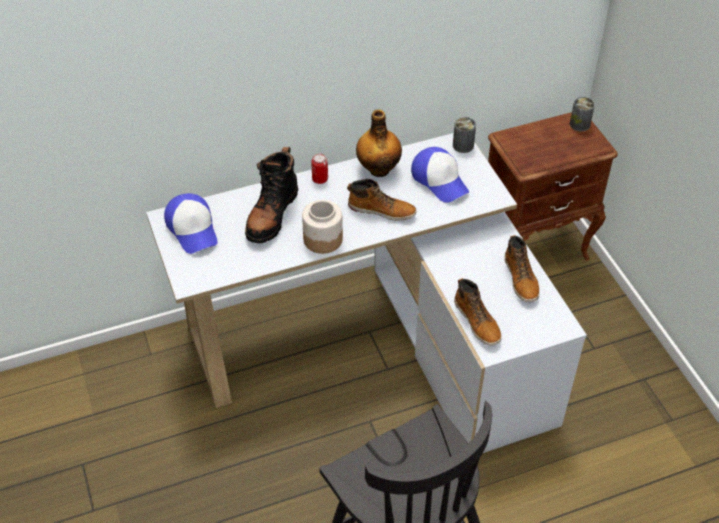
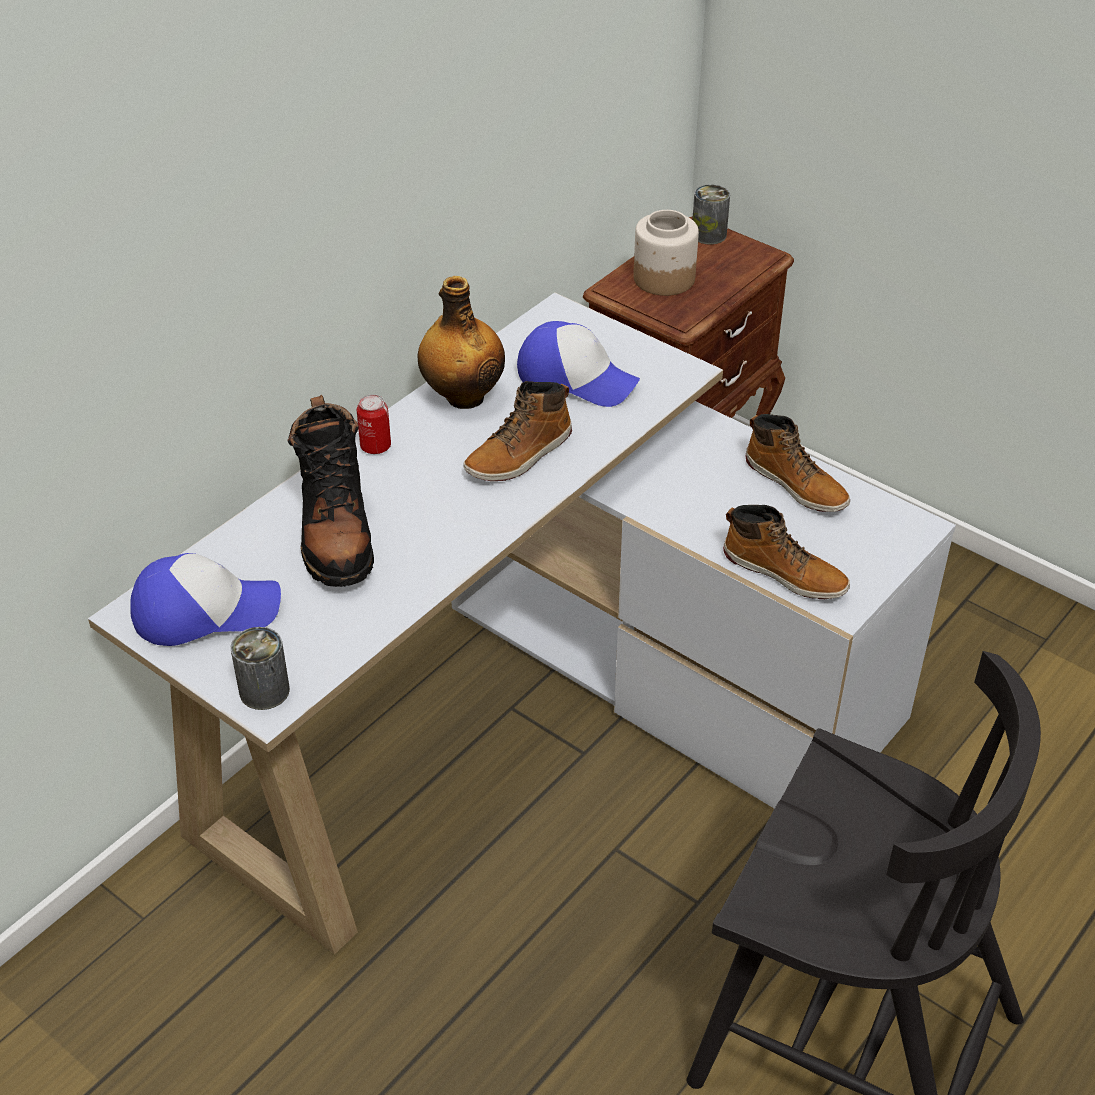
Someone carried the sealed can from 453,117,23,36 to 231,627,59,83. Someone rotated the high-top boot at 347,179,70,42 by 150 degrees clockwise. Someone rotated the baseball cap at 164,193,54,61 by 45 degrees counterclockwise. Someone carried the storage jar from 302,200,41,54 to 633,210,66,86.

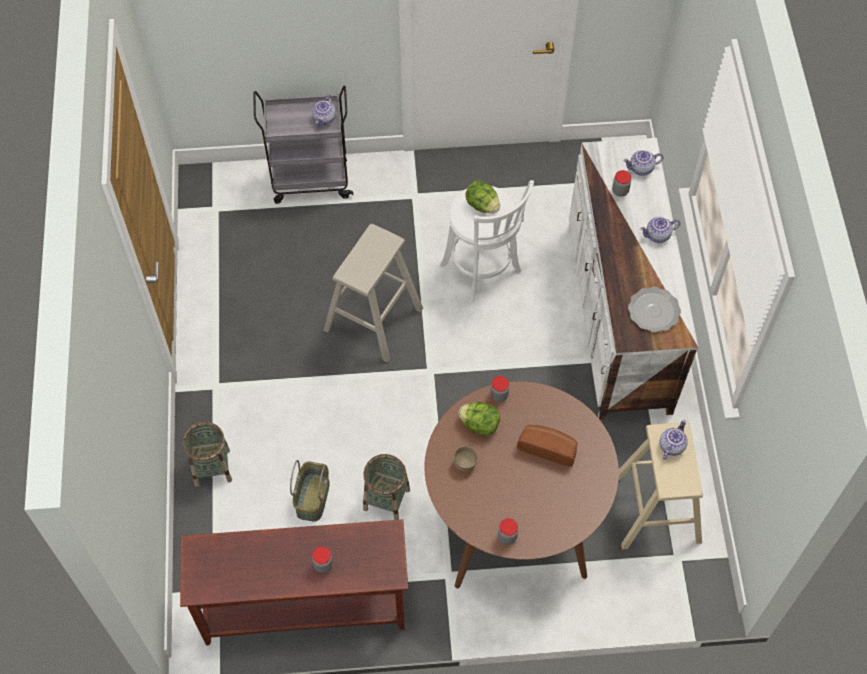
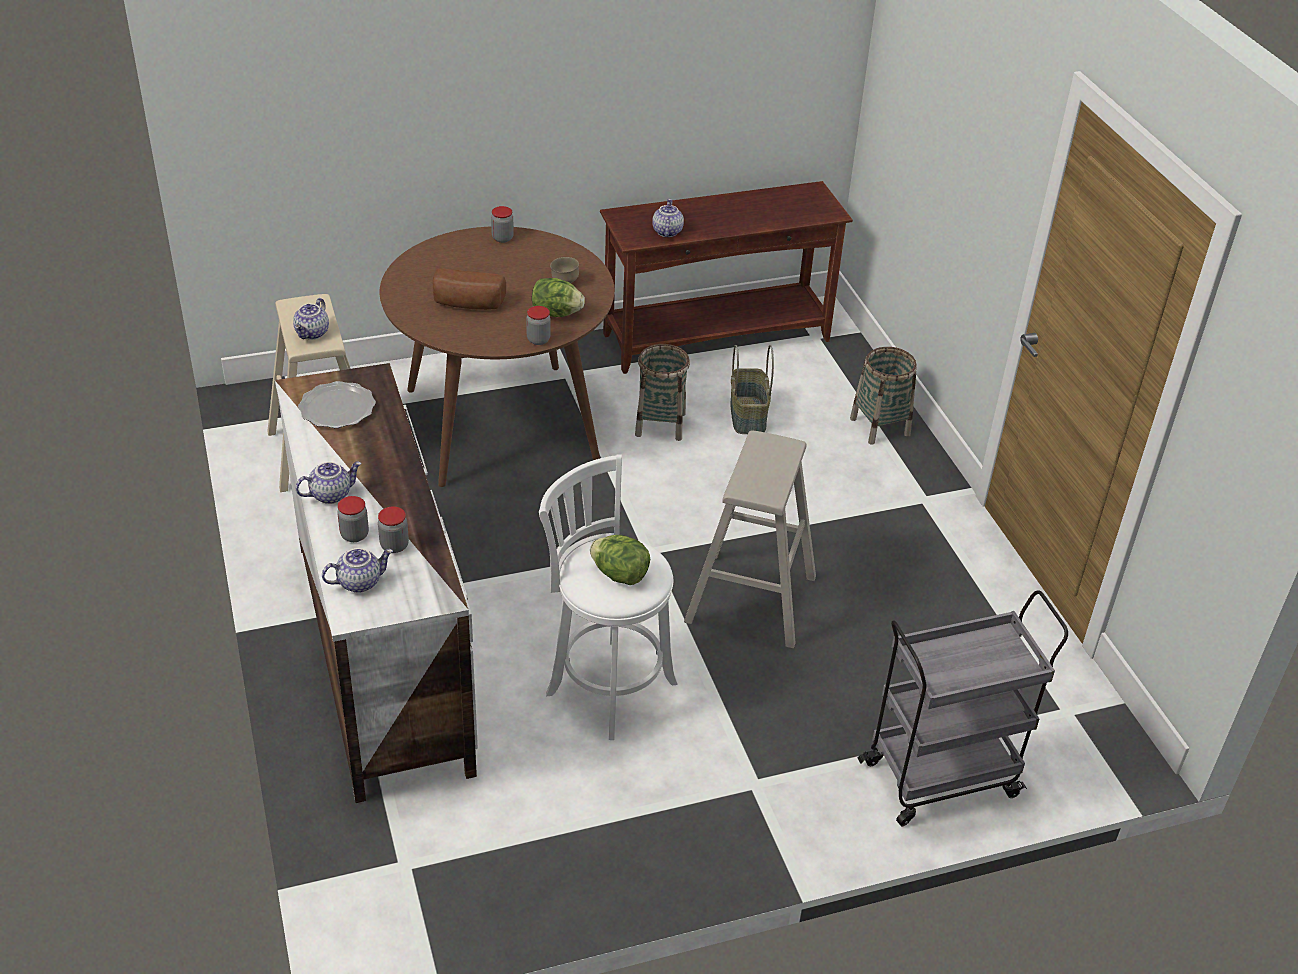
Someone carried the pot for tea from 312,94,24,32 to 652,199,32,38. Someone carried the storage jar from 312,547,21,26 to 337,496,32,46.

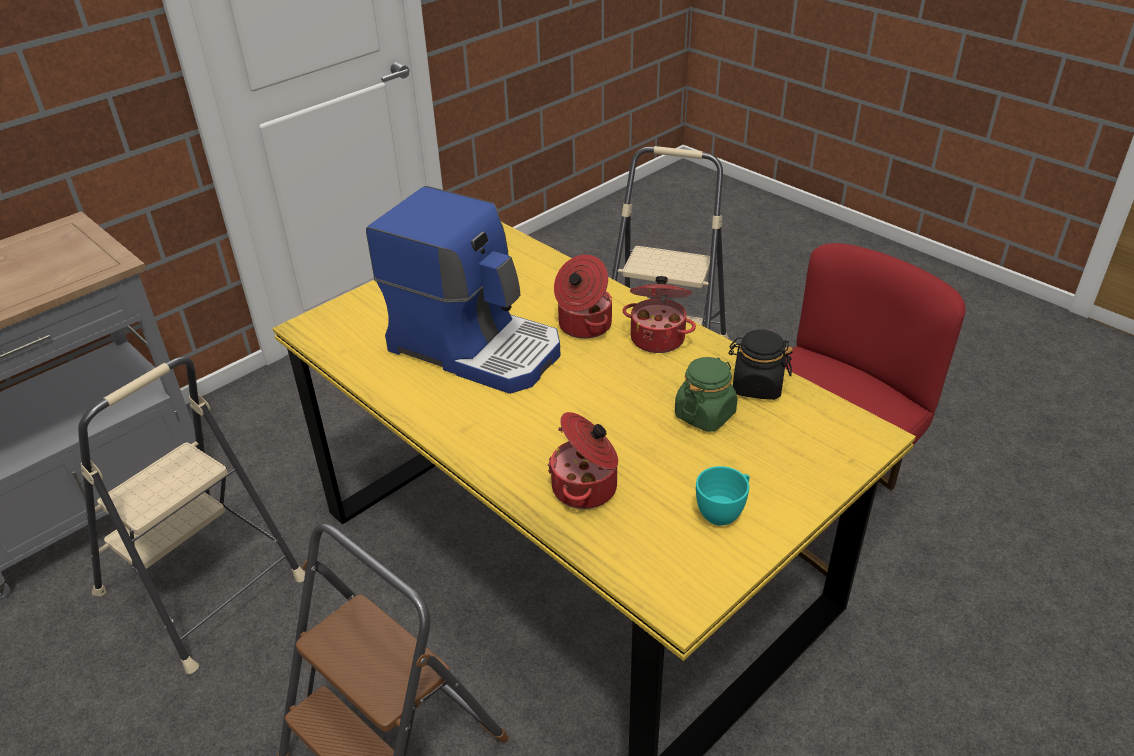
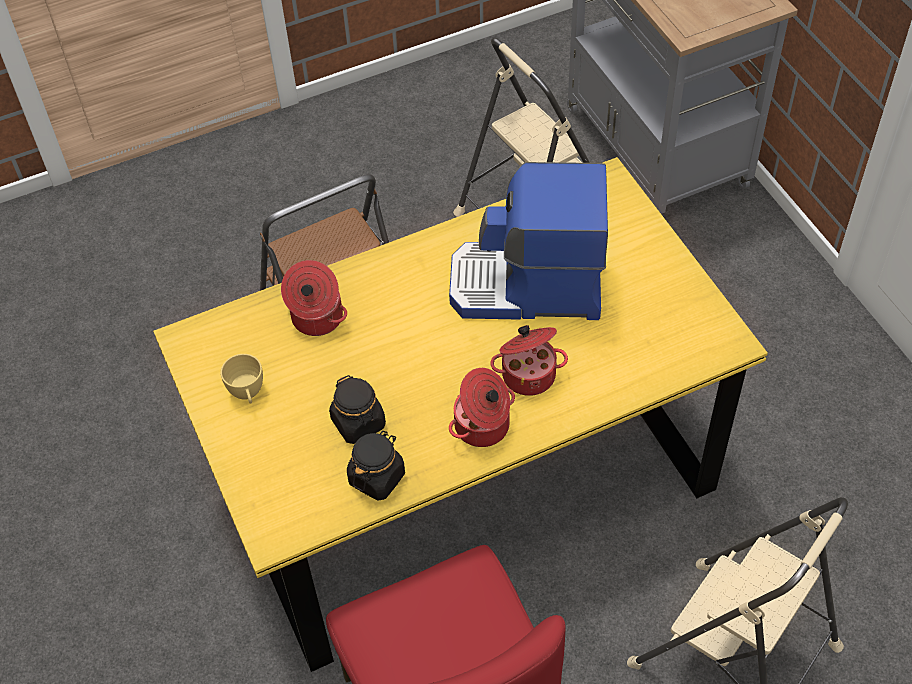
Someone rotated the coffee maker at 366,186,195,208 by 45 degrees clockwise. Someone repainted the green storage jar at 675,357,62,75, which became the black storage jar at 329,375,57,69. Someone repainted the turquoise-coloured small cup at 696,466,54,60, which became the yellow-coloured small cup at 220,354,43,50.

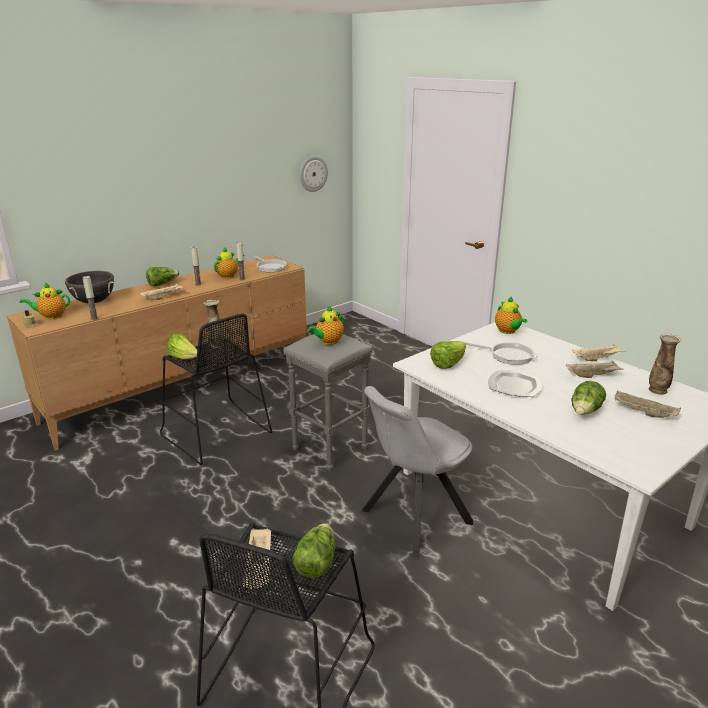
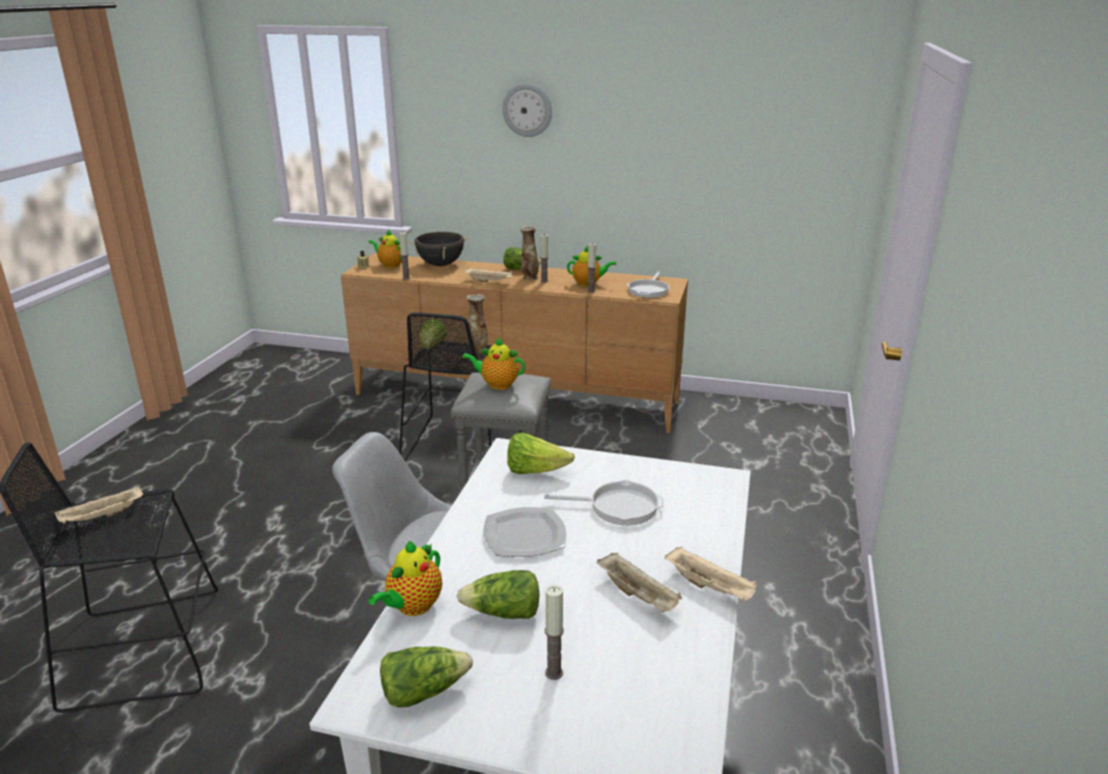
Someone carried the clock on the wall from 300,156,28,36 to 503,83,49,54. Someone carried the pot for tea from 495,296,32,38 to 368,541,74,75. Someone carried the decorative vase from 648,333,33,62 to 520,226,19,54. Someone rotated the skillet at 465,342,72,23 by 75 degrees counterclockwise. Someone swapped the beige carrying tray at 615,391,66,27 for the wax candle at 545,585,19,95. Someone carried the lettuce head from 292,523,44,55 to 380,647,93,61.

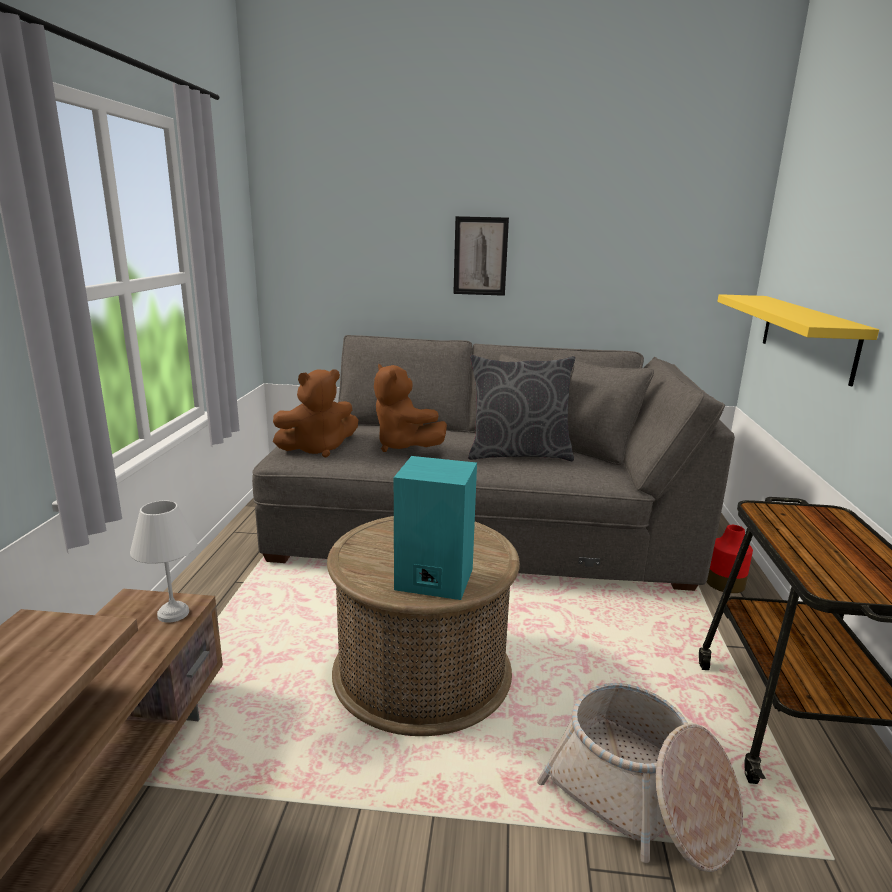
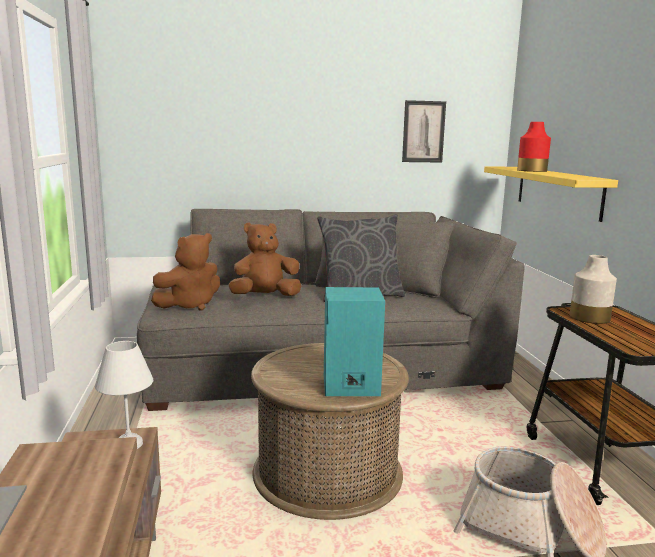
Someone carried the wall picture from 453,216,56,80 to 402,100,44,62. Someone rotated the brown plush toy at 374,364,73,88 by 120 degrees clockwise. Someone carried the red decorative vase from 707,525,46,68 to 517,122,34,50. Someone put down the beige decorative vase at 570,255,47,69.

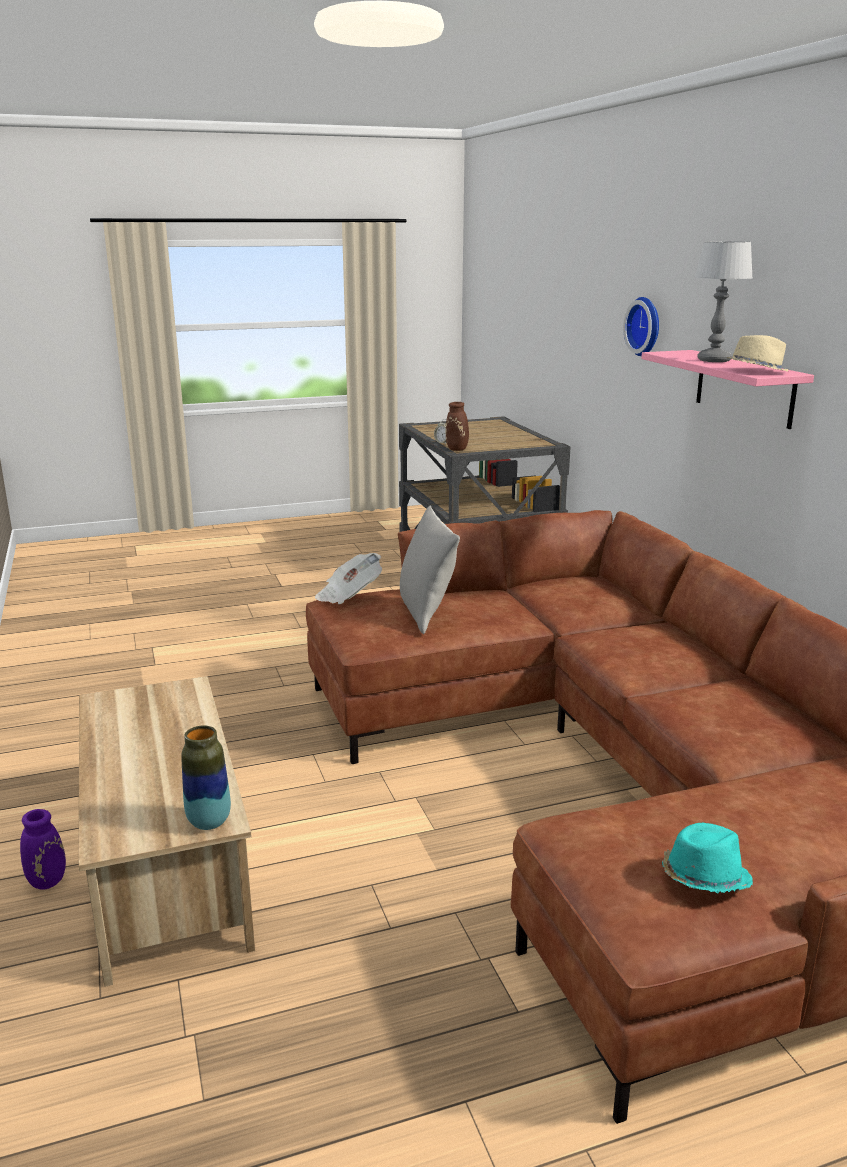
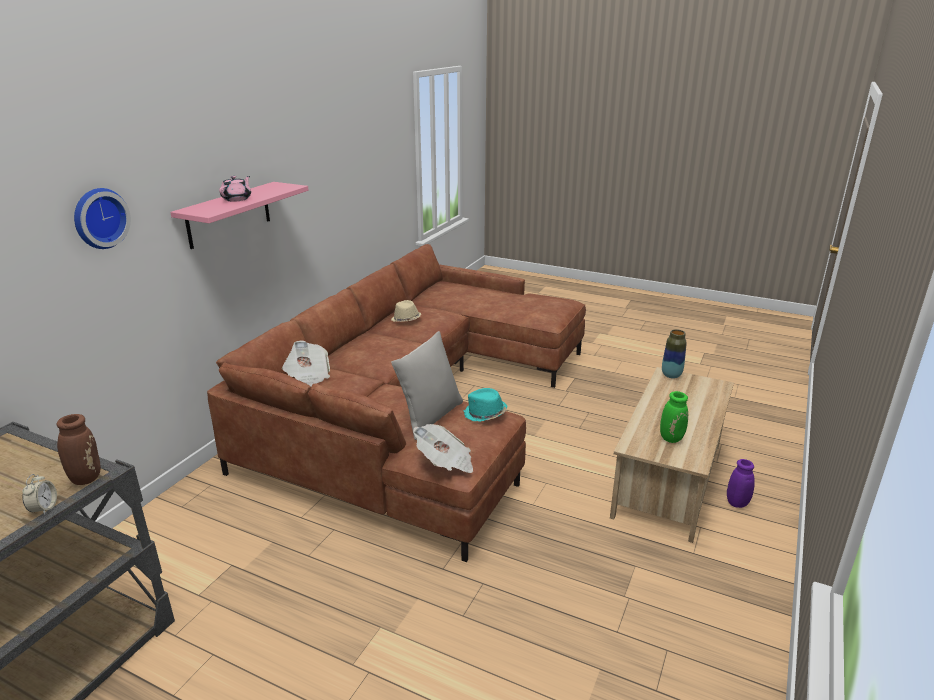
Someone swapped the tabletop lamp at 695,241,58,121 for the pink-coloured pot for tea at 219,176,32,26. Someone carried the beige wearable hat from 727,335,62,36 to 391,300,30,22. Someone carried the turquoise-coloured wearable hat from 662,823,91,70 to 464,388,43,34. Someone put down the newspaper at 282,341,48,45. Someone put down the green decorative vase at 660,391,28,52.

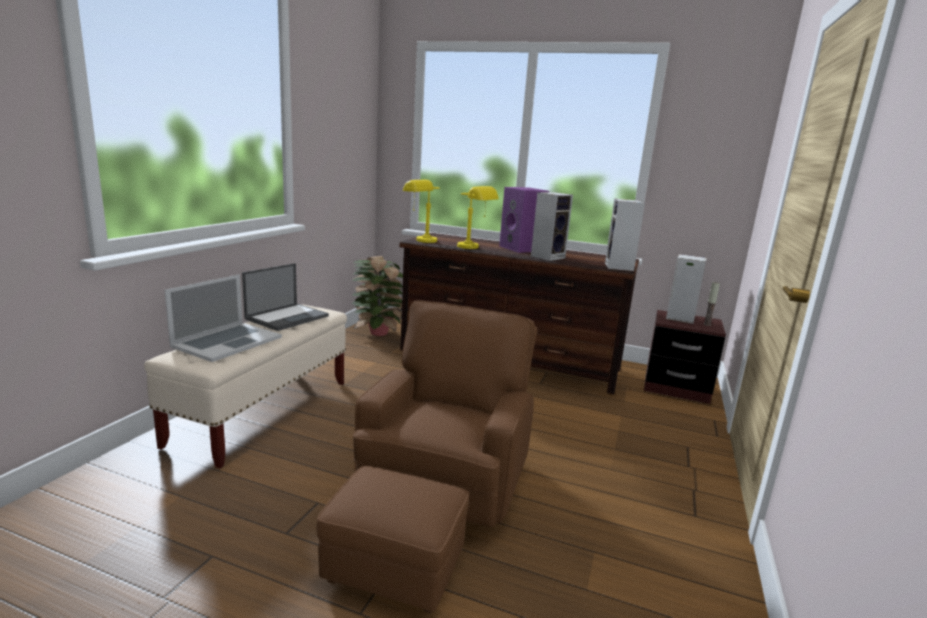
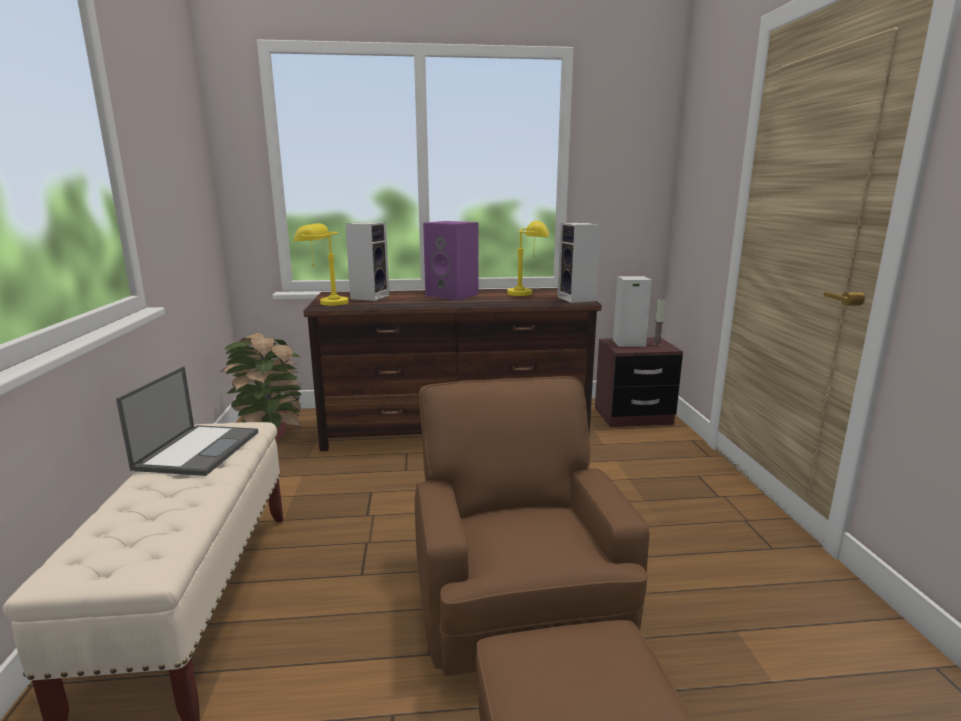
Someone carried the yellow-coloured tabletop lamp from 457,186,42,63 to 507,221,42,75. Someone carried the loudspeaker from 531,192,42,69 to 345,222,44,79. Someone took away the notebook computer at 164,274,118,88.

